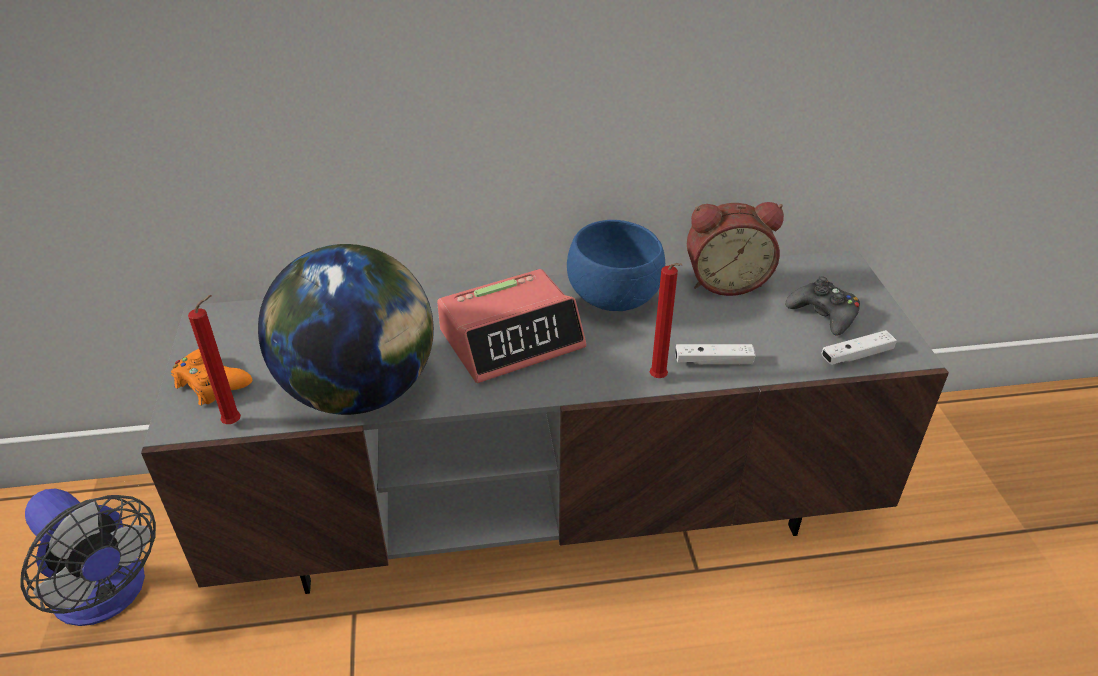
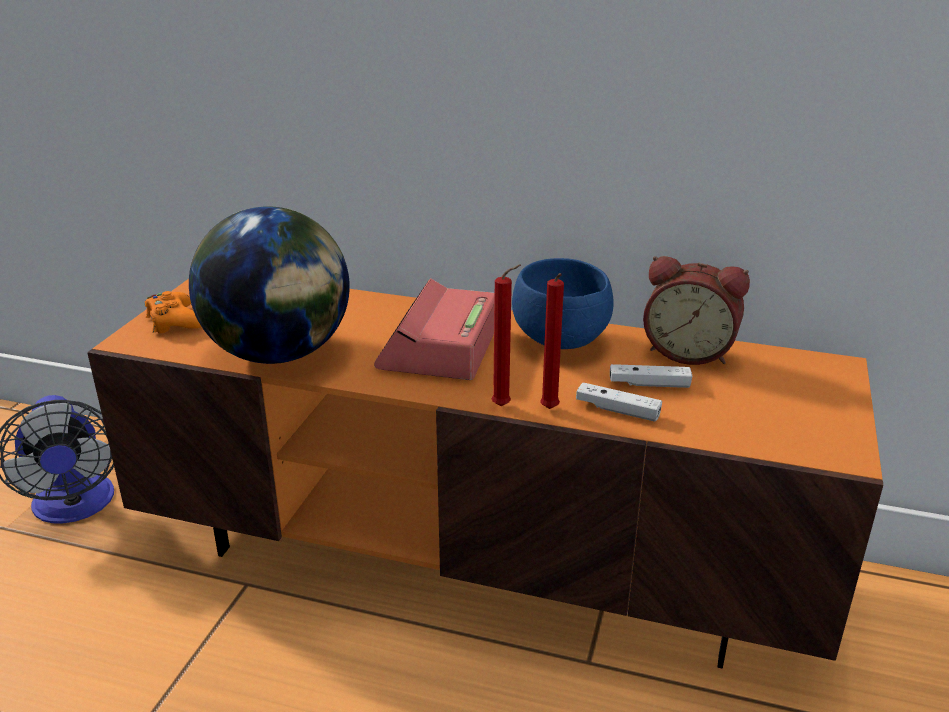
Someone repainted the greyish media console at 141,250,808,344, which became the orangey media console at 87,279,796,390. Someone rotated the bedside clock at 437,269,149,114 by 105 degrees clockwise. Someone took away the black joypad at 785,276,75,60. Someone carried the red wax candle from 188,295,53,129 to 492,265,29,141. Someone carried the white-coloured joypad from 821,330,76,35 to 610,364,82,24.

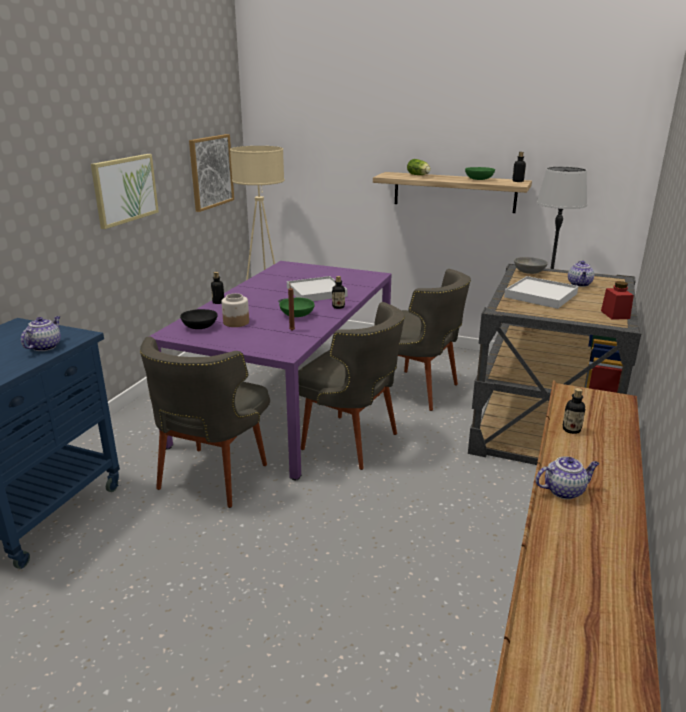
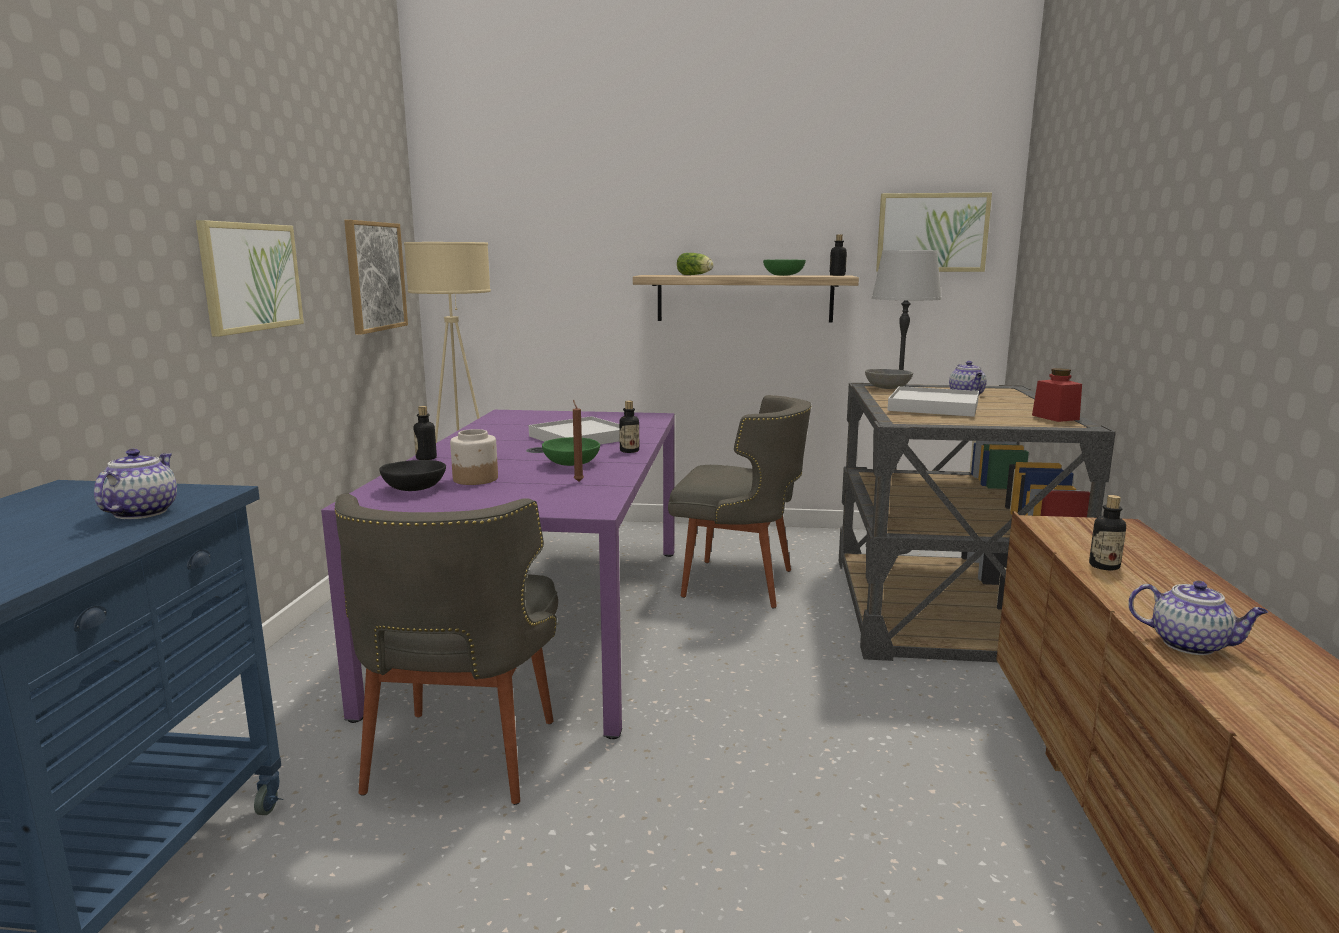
Someone took away the greyish plain chair at 298,302,107,168. Someone rotated the pot for tea at 535,457,64,42 by 60 degrees clockwise. Someone put up the wall picture at 876,193,116,79.

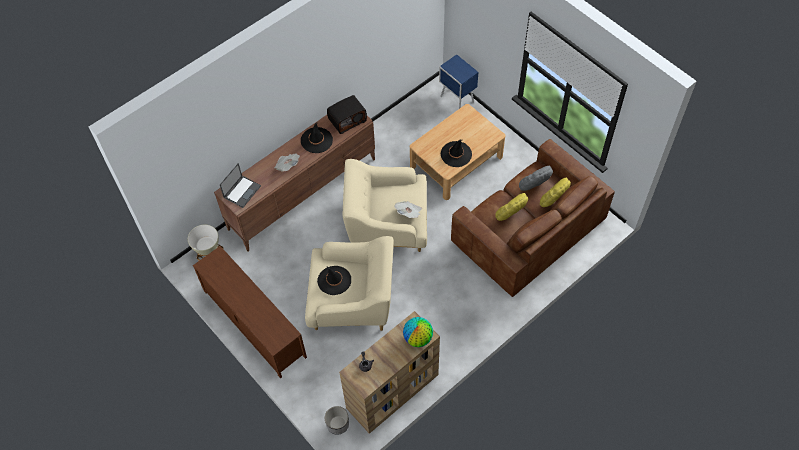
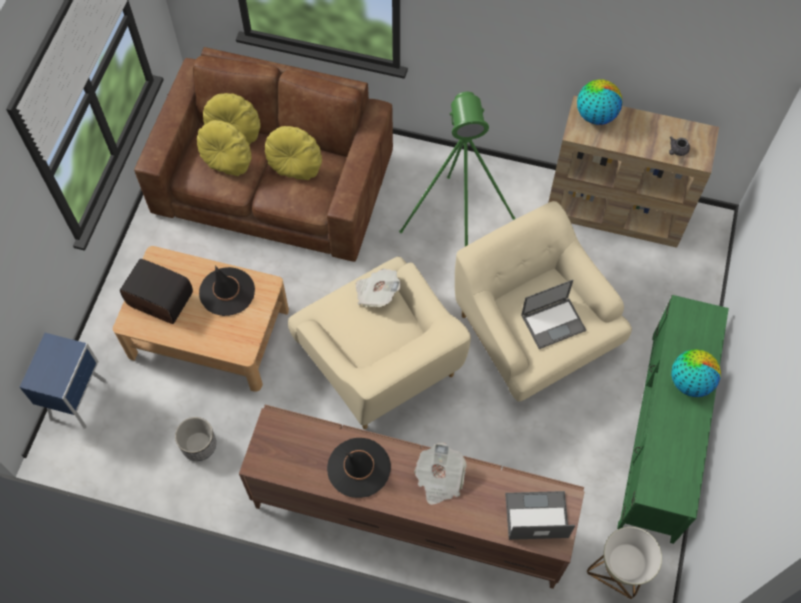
Someone carried the radio receiver from 327,95,40,39 to 120,259,73,65. Someone repainted the greyish pillow at 519,166,34,25, which became the yellow-coloured pillow at 197,120,55,56. Someone repainted the brown media console at 193,246,114,132, which became the green media console at 617,295,112,249. Someone swapped the black wearable hat at 317,266,34,29 for the notebook computer at 521,280,65,69. Someone carried the flower pot from 325,406,24,29 to 175,417,41,44. Someone put down the green standard lamp at 399,92,116,155. Someone put down the world globe at 671,349,50,48.

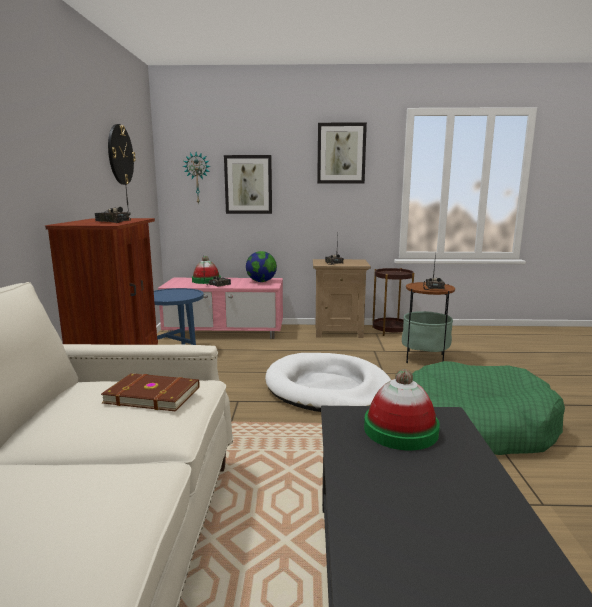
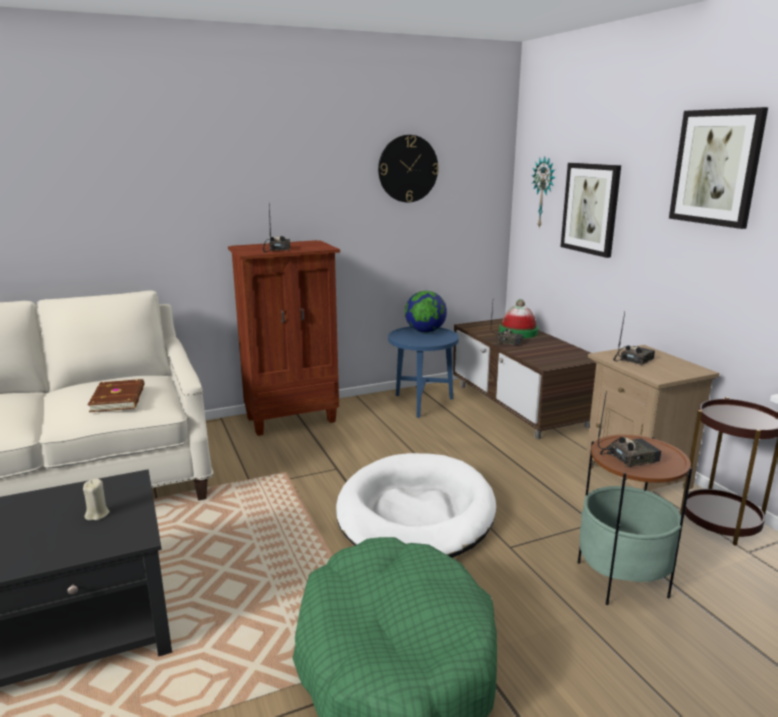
Someone carried the world globe from 246,251,31,31 to 405,291,42,42. Someone repainted the pink-coloured media console at 158,278,125,61, which became the brown media console at 453,318,143,121. Someone swapped the wearable hat at 364,369,76,81 for the beige wax candle at 83,479,27,41.

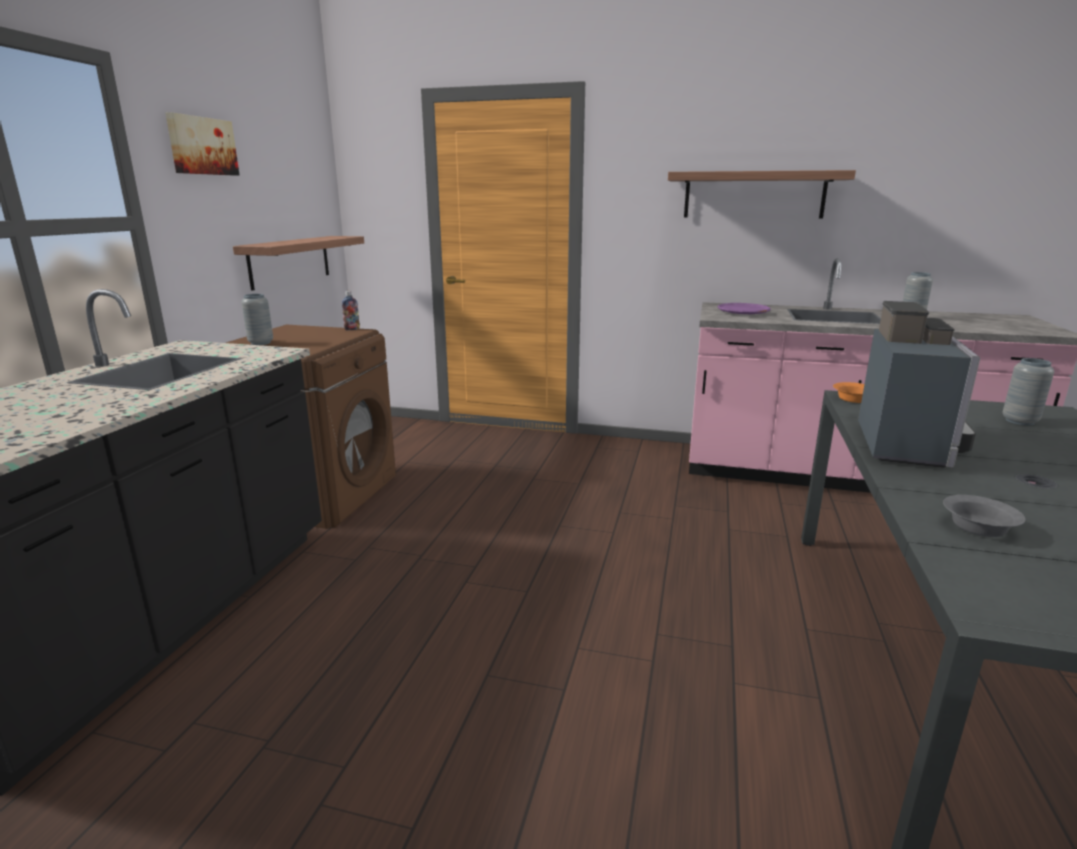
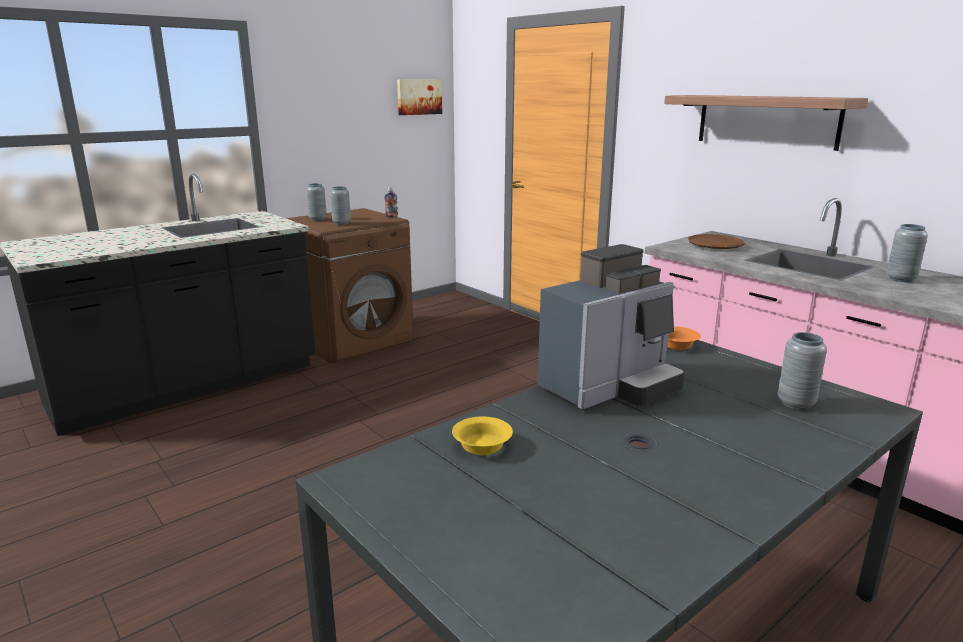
Someone carried the wall picture from 165,112,74,63 to 397,79,45,36. Someone took away the shelf at 233,236,131,55. Someone repainted the purple dinner plate at 717,303,54,11, which became the brown dinner plate at 688,234,57,15. Someone repainted the greyish serving bowl at 943,495,82,42, which became the yellow-coloured serving bowl at 452,416,61,39. Someone put down the greyish decorative vase at 330,186,21,39.

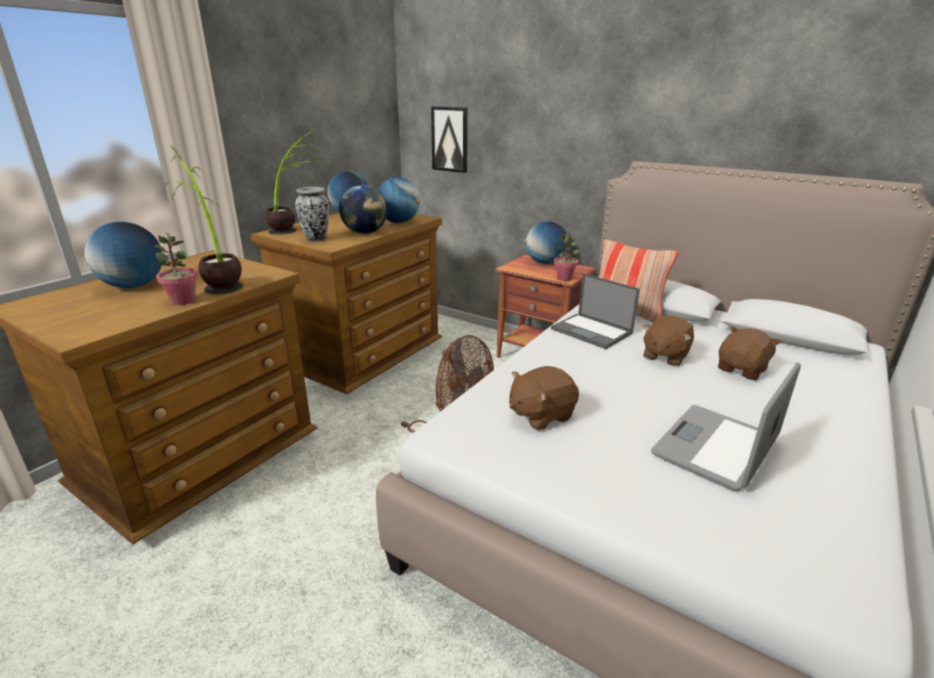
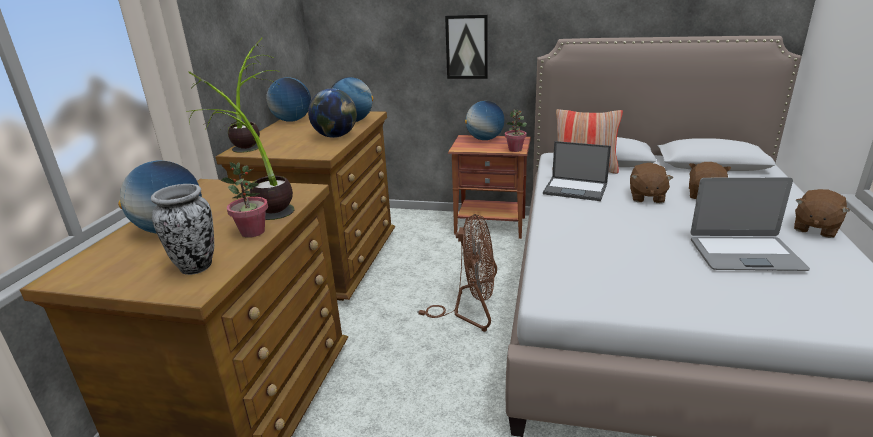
Someone carried the wall picture from 431,106,37,67 to 445,14,43,65. Someone carried the decorative vase from 295,187,34,54 to 151,184,63,91. Someone rotated the notebook computer at 651,362,150,130 by 105 degrees counterclockwise. Someone carried the brown plush toy from 509,366,70,64 to 794,189,56,49.

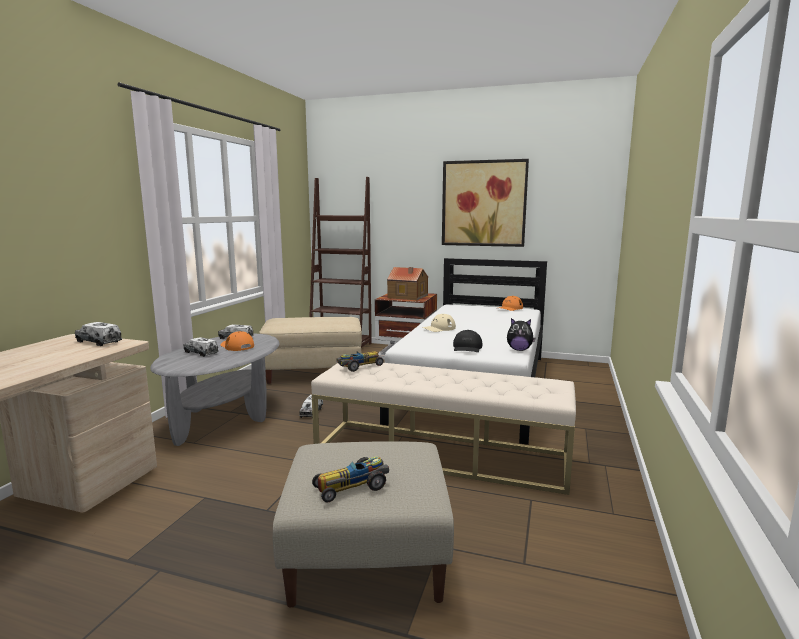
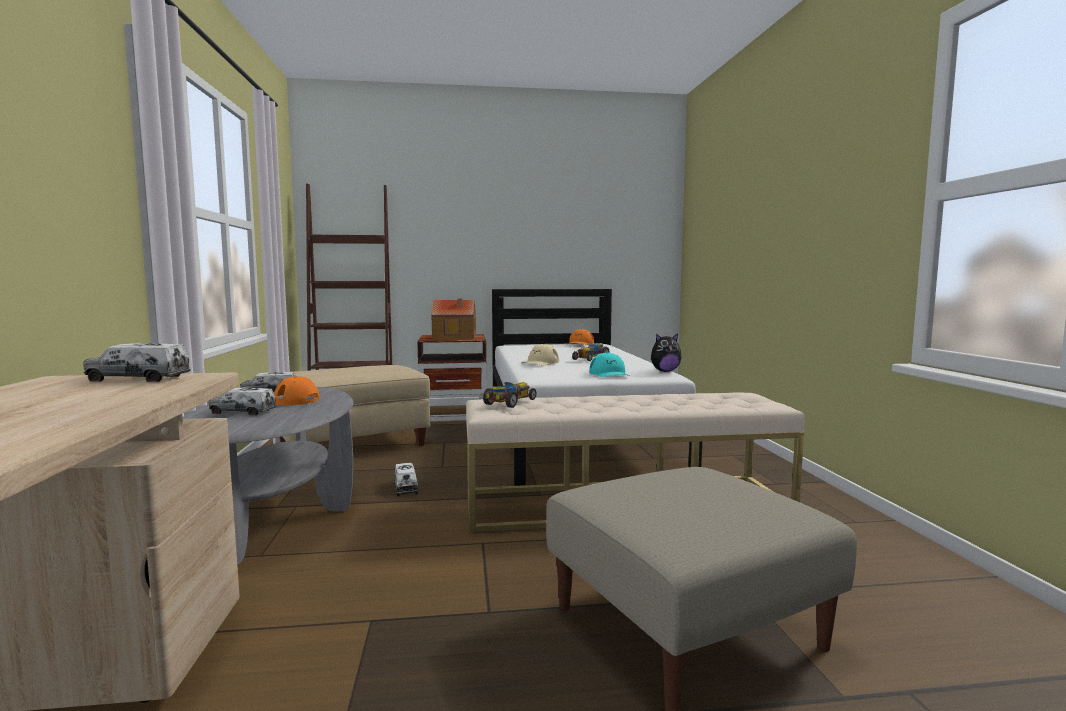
Someone took away the wall picture at 442,159,87,88. Someone repainted the black baseball cap at 453,330,30,22, which became the turquoise-coloured baseball cap at 589,352,41,25. Someone carried the miniature car from 312,457,77,45 to 572,343,38,18.

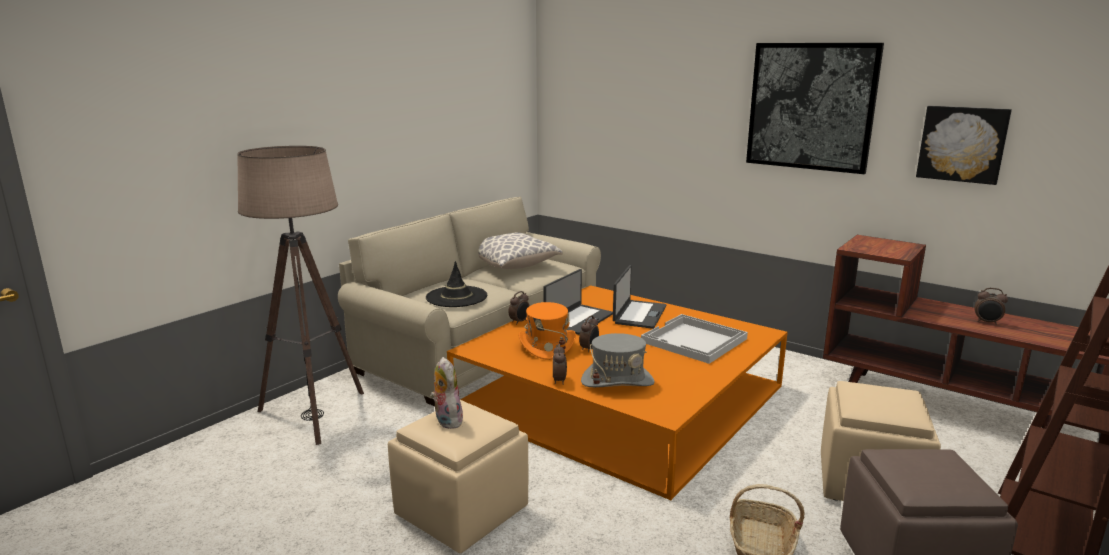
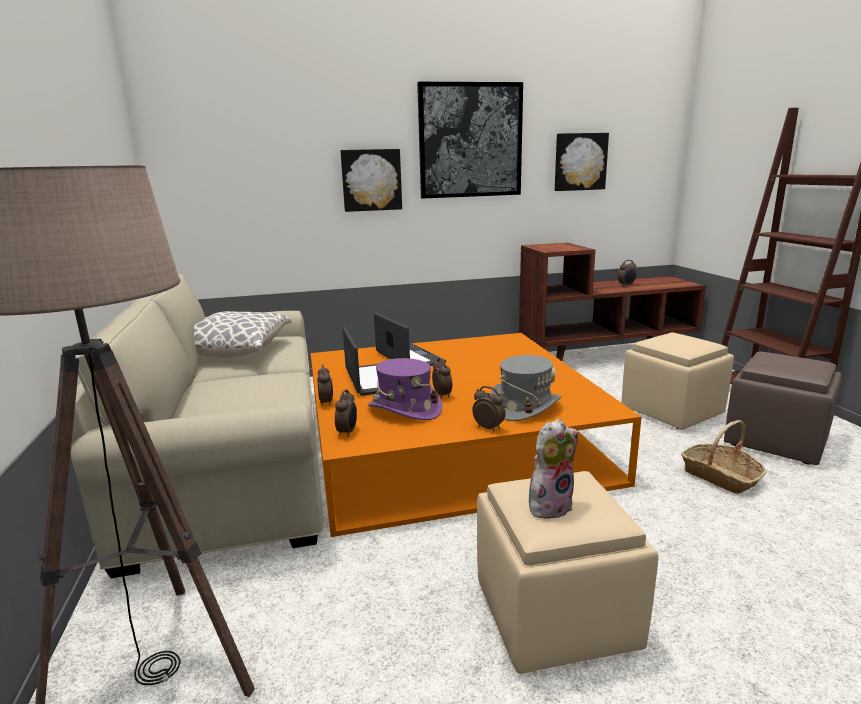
Someone took away the black wearable hat at 426,261,61,46. Someone repainted the orangey wearable hat at 519,302,57,58, which became the purple wearable hat at 368,358,74,62. Someone took away the white-coloured carrying tray at 641,314,107,50. Someone rotated the plush toy at 430,357,33,72 by 135 degrees clockwise. Someone put up the wall picture at 340,149,62,63. Someone put down the bedside clock at 335,389,22,48.

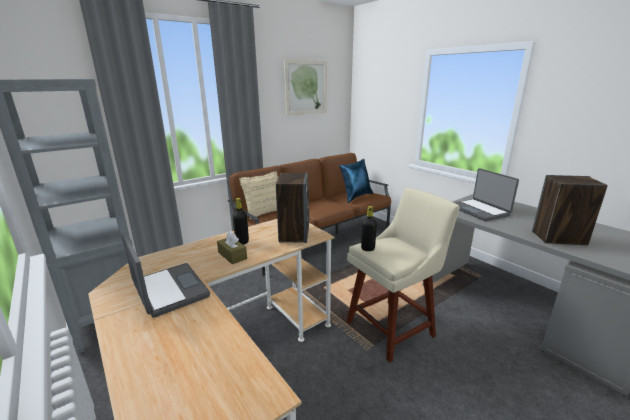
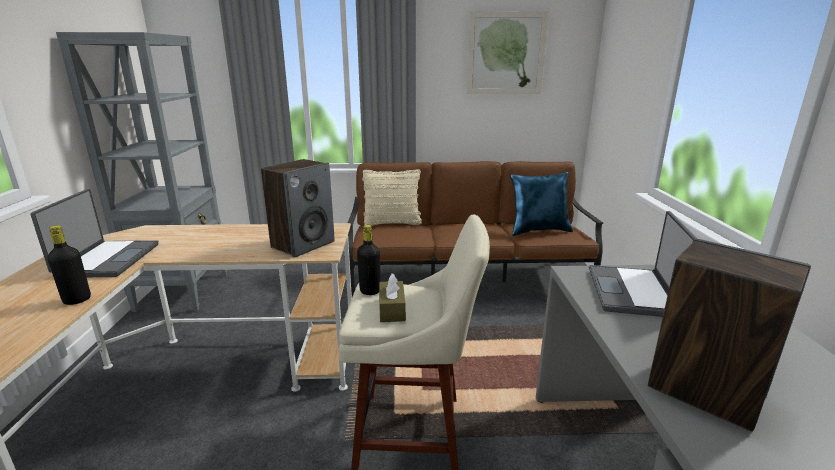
Someone carried the black bottle from 232,198,17,47 to 47,225,44,80. Someone carried the brown box of tissues from 217,232,30,32 to 379,274,27,48.

